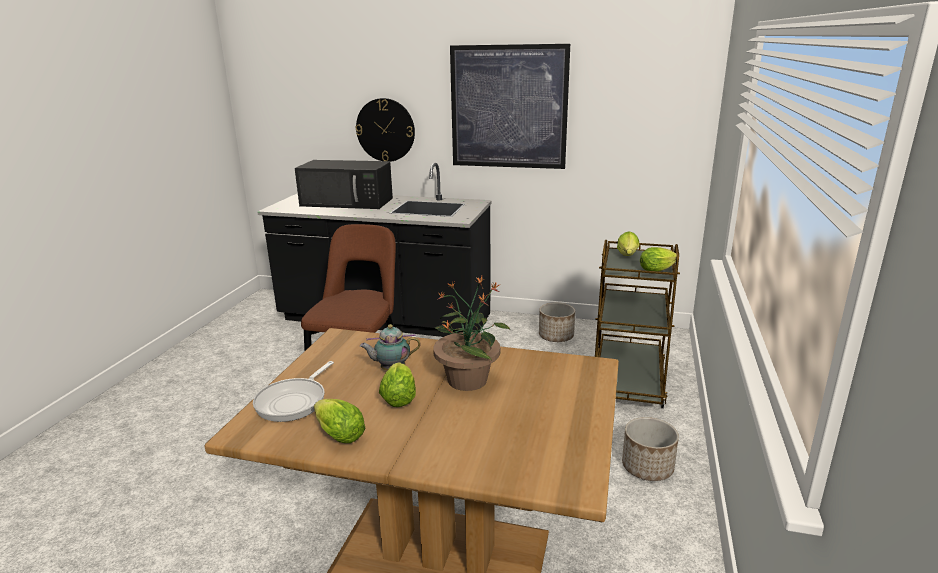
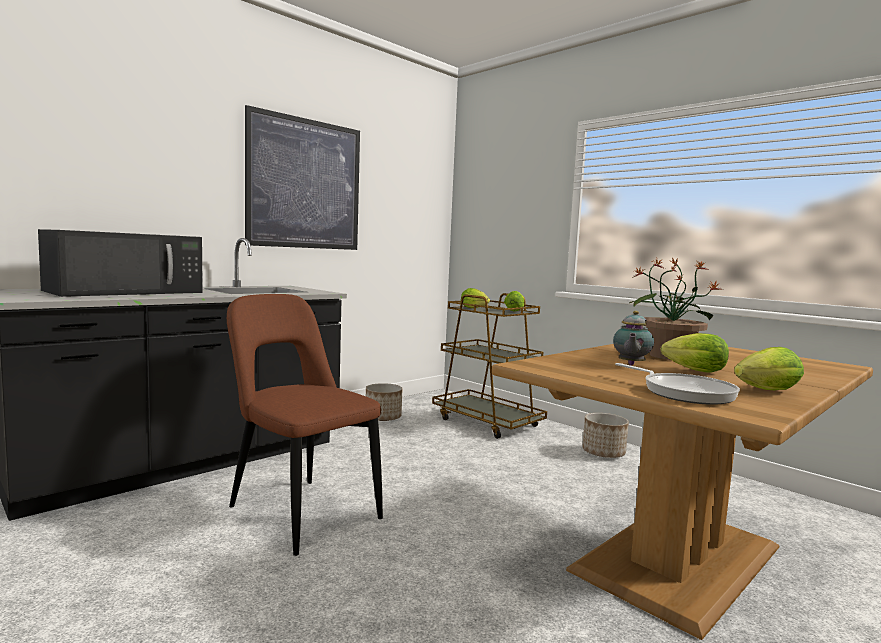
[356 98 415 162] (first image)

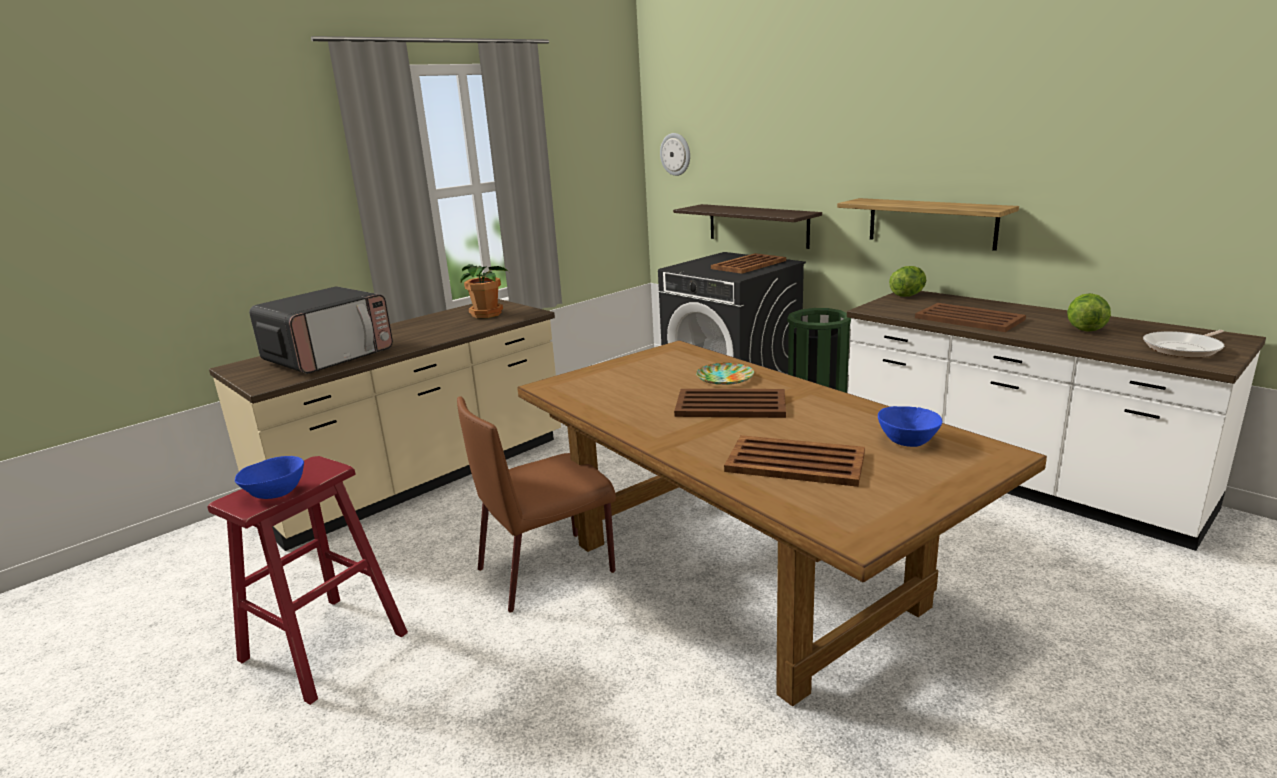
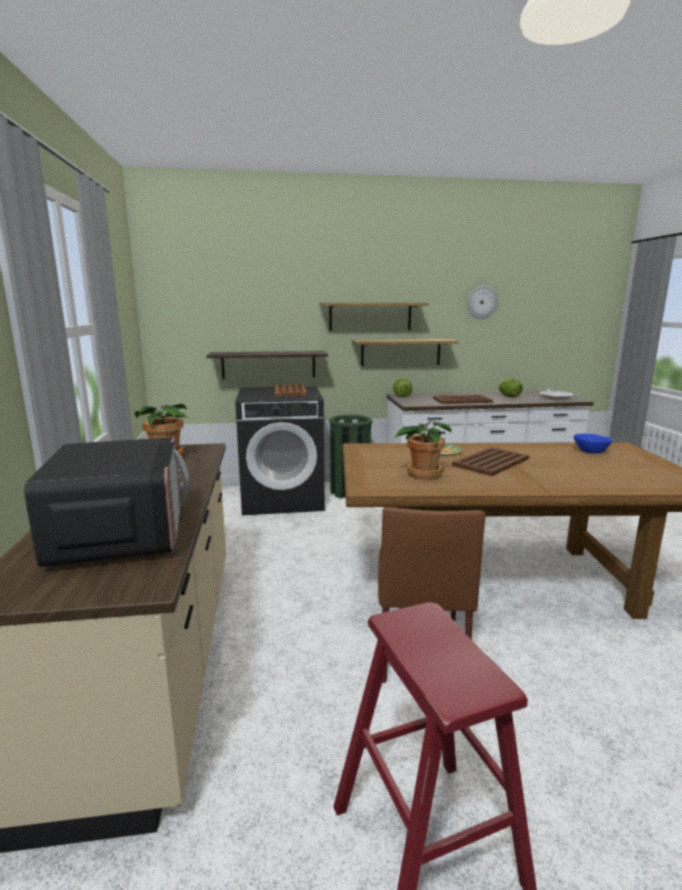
[235 456 304 499] (first image)
[467 286 498 319]
[724 435 865 487] (first image)
[319 303 429 330]
[394 421 451 480]

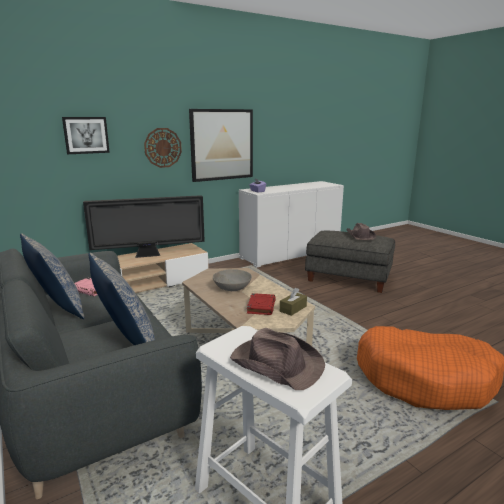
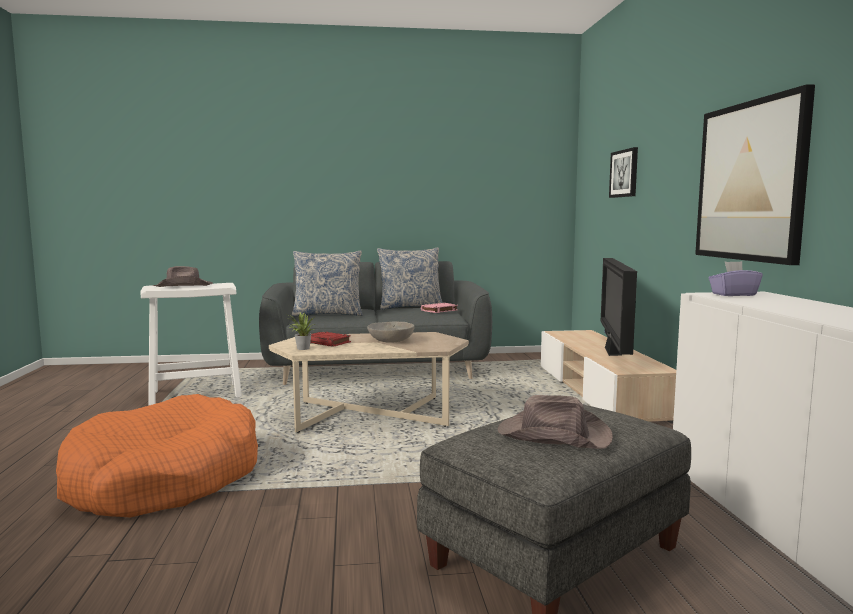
[144 128 182 168] (first image)
[288 313 315 350]

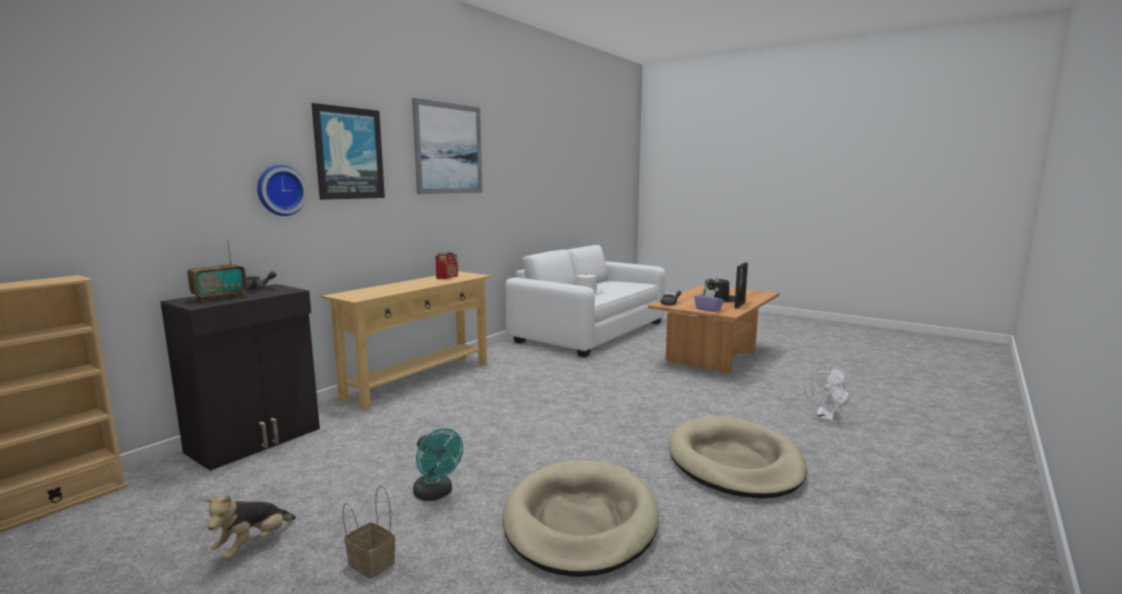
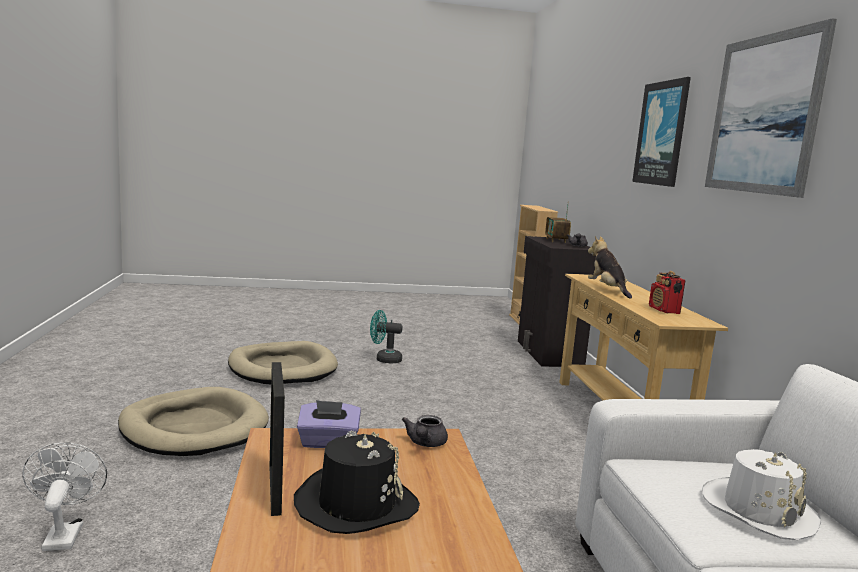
[588 236 632 299]
[257 165 307 216] (first image)
[343 485 395 579] (first image)

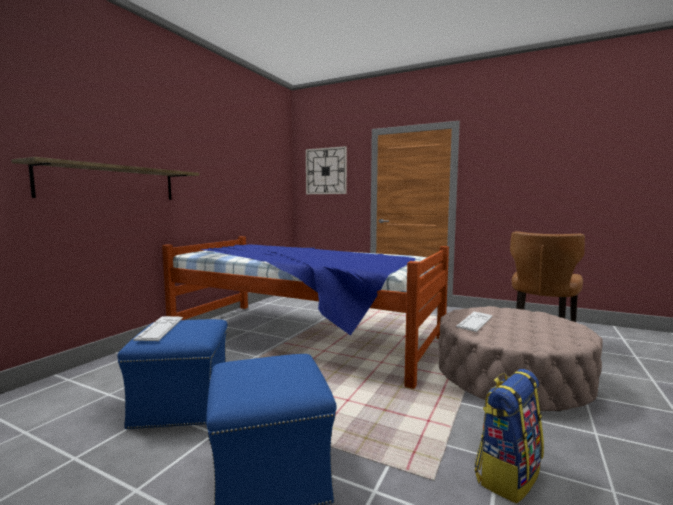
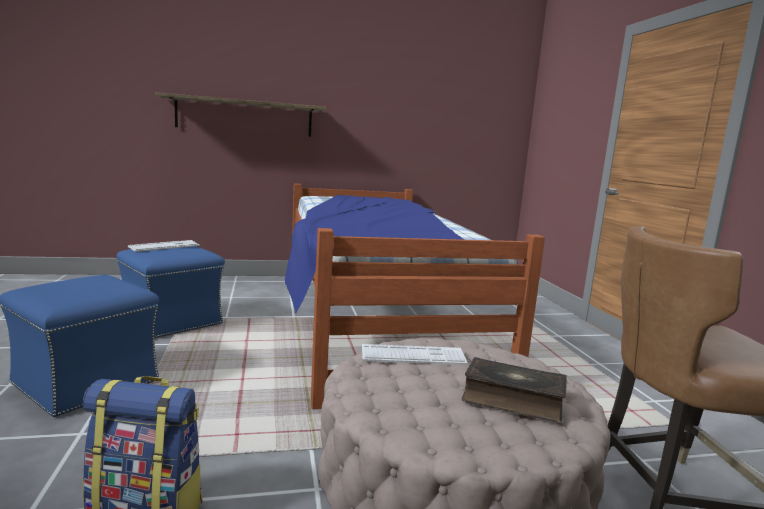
[306 146 347 194] (first image)
[462 357 567 423]

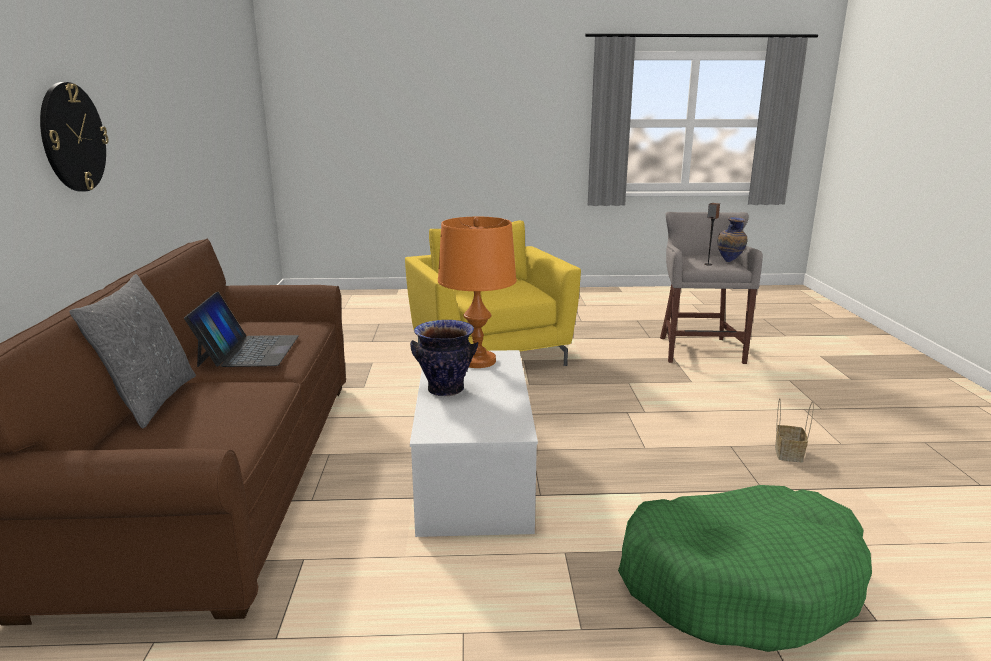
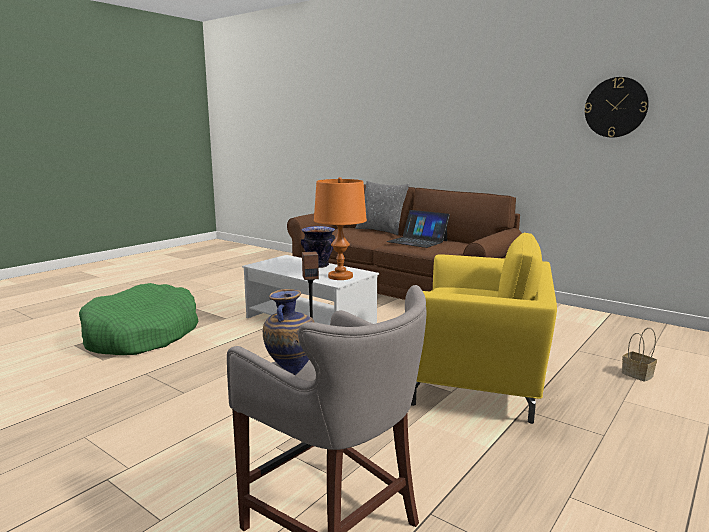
[585 77 649 138]
[622 328 657 382]

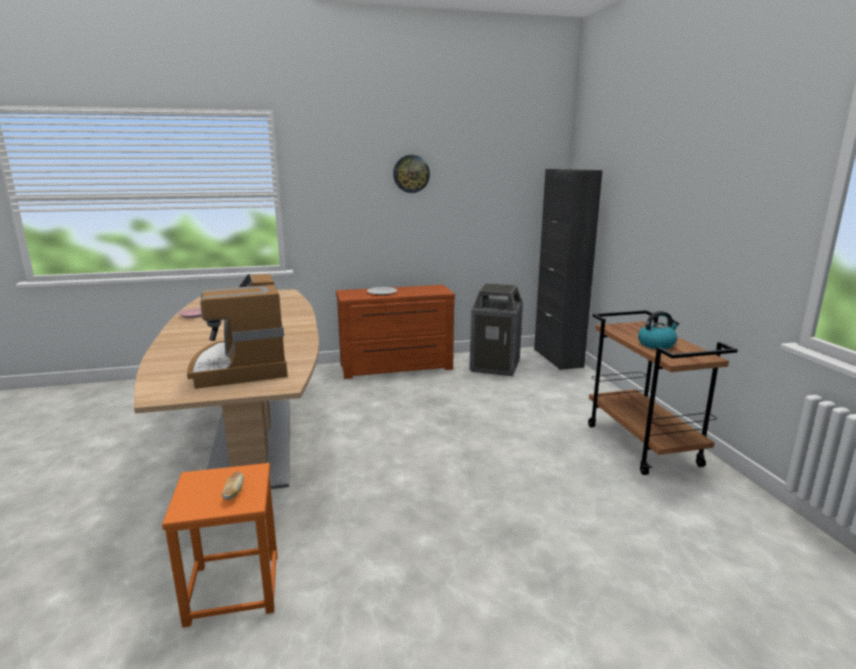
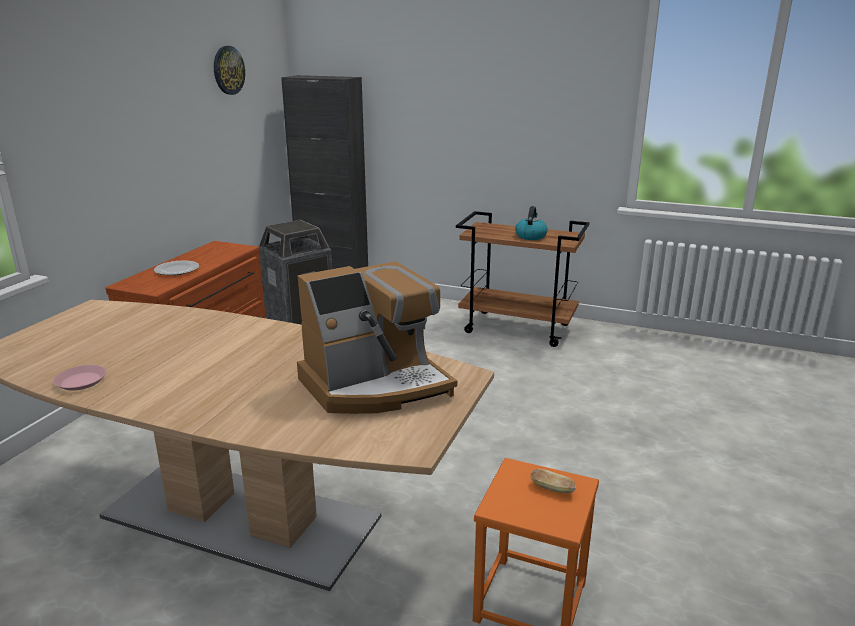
[297 261 457 414]
[214 46 245 95]

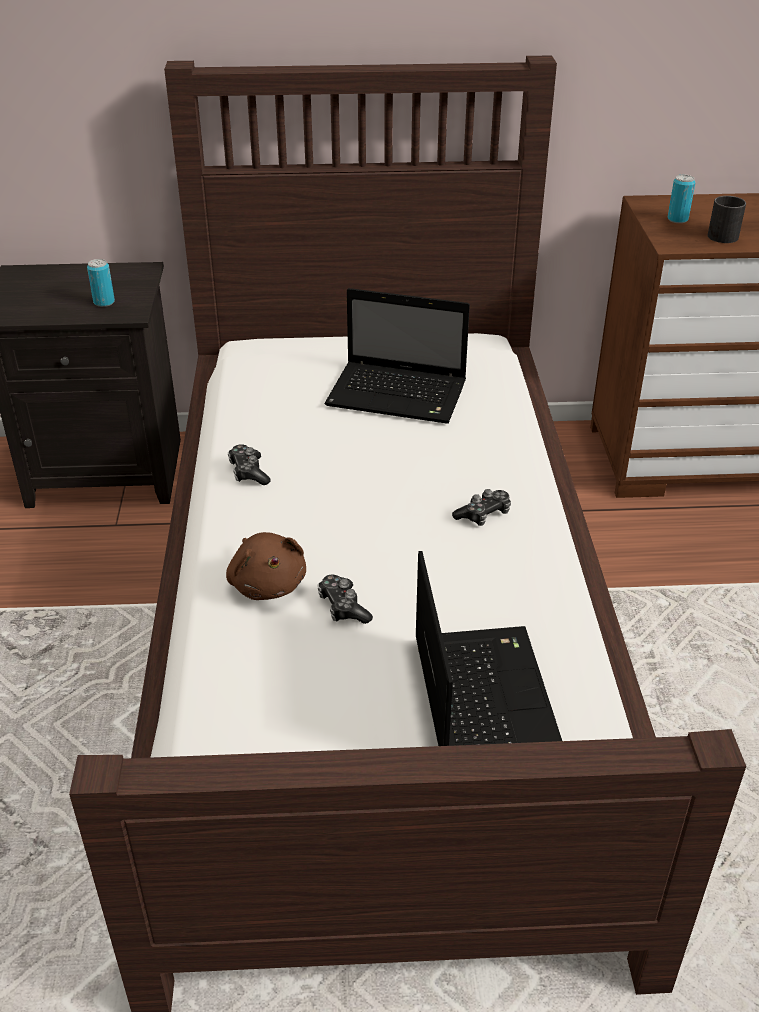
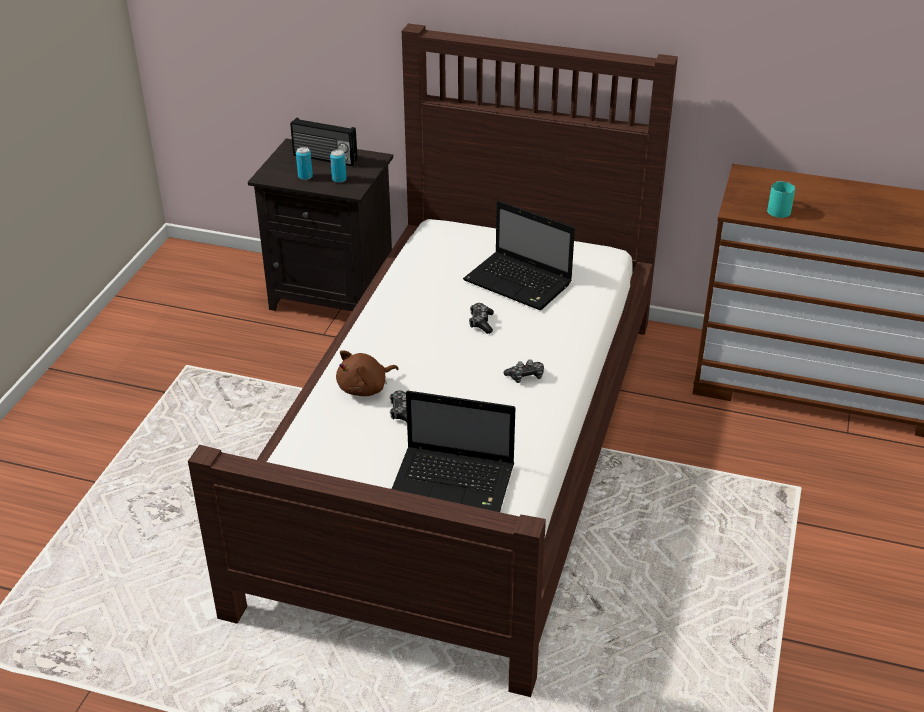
[336 350 399 396]
[469 303 494 334]
[392 391 516 512]
[296 147 313 180]
[767 181 796 218]
[290 117 358 166]

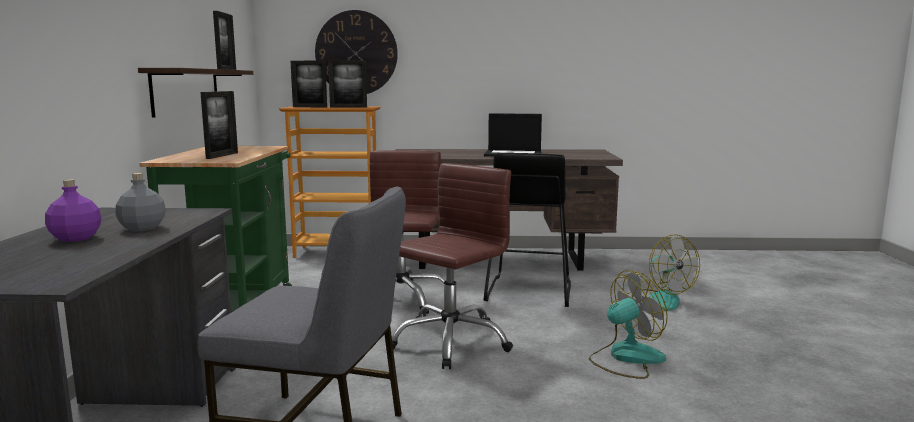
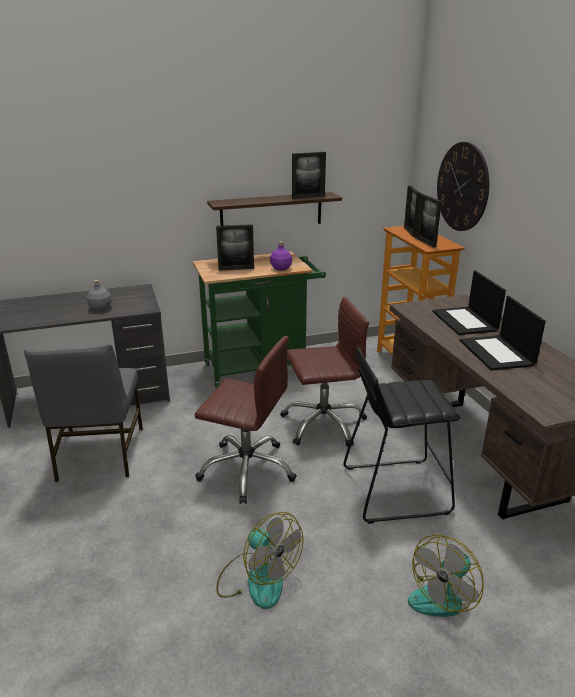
[270 241 292 271]
[432 270 506 335]

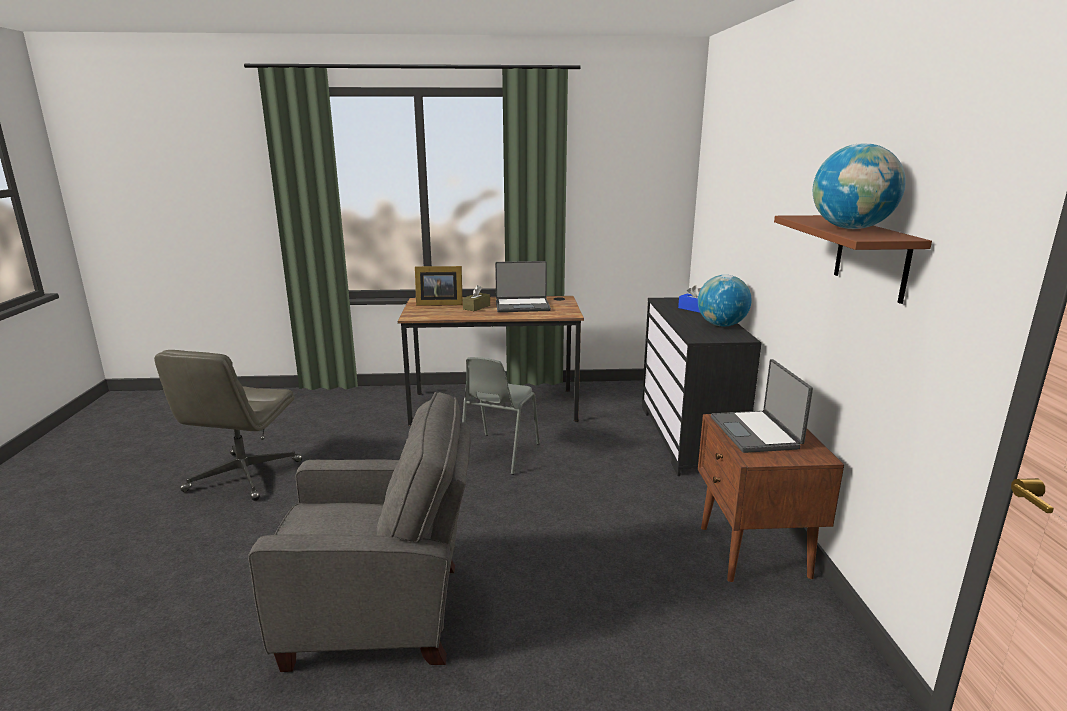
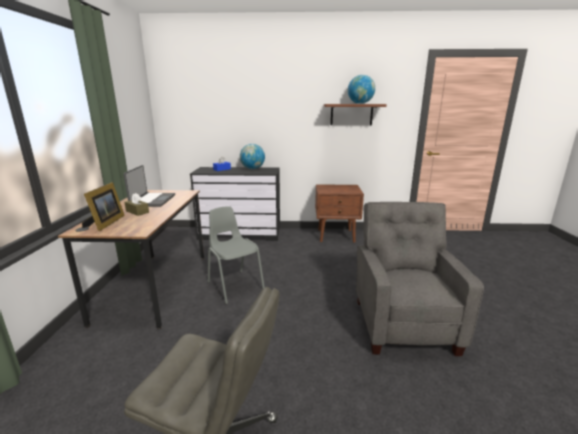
[208 206 265 304]
[711 359 813 453] (first image)

